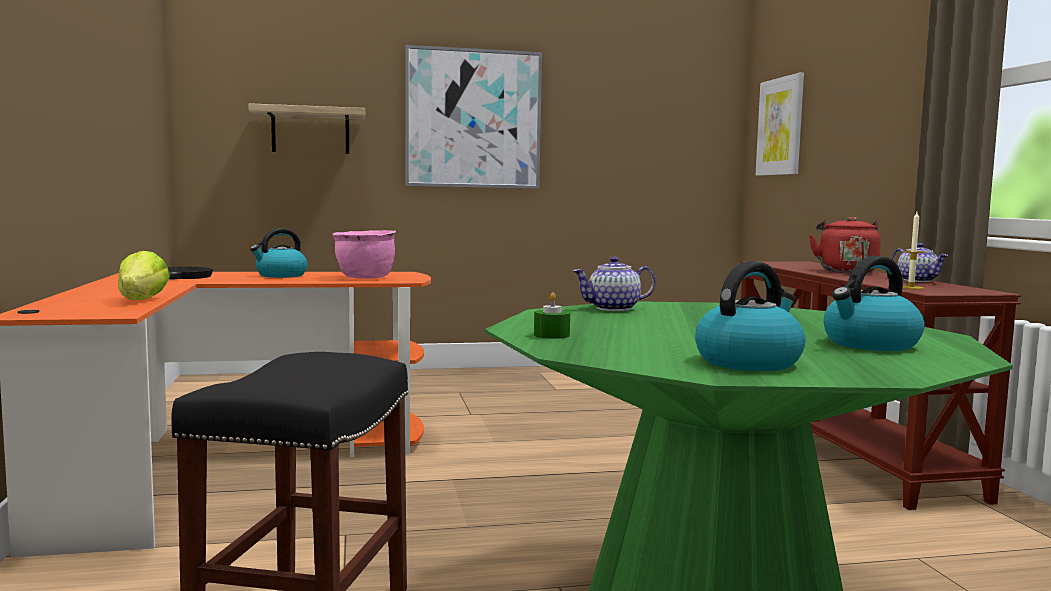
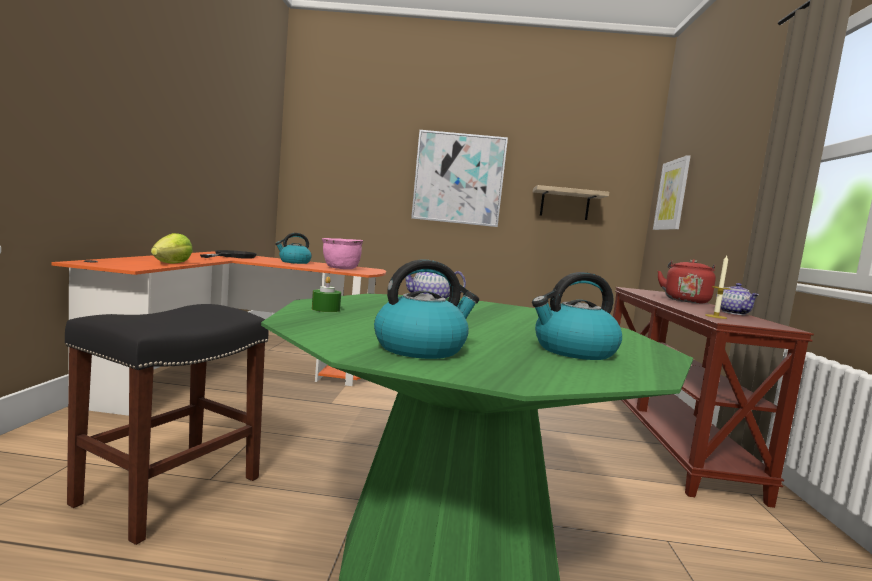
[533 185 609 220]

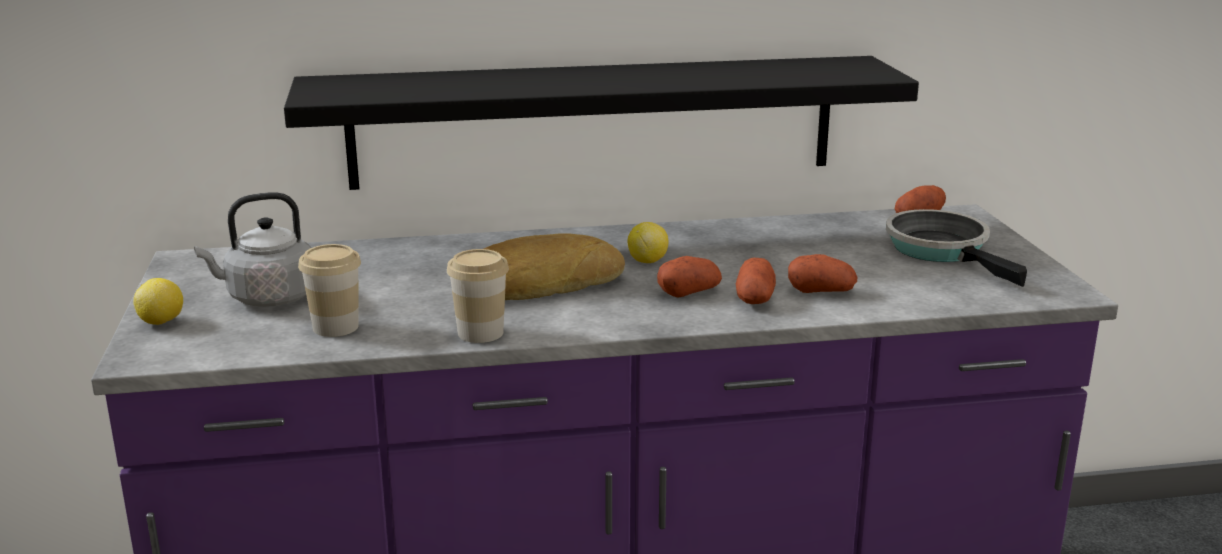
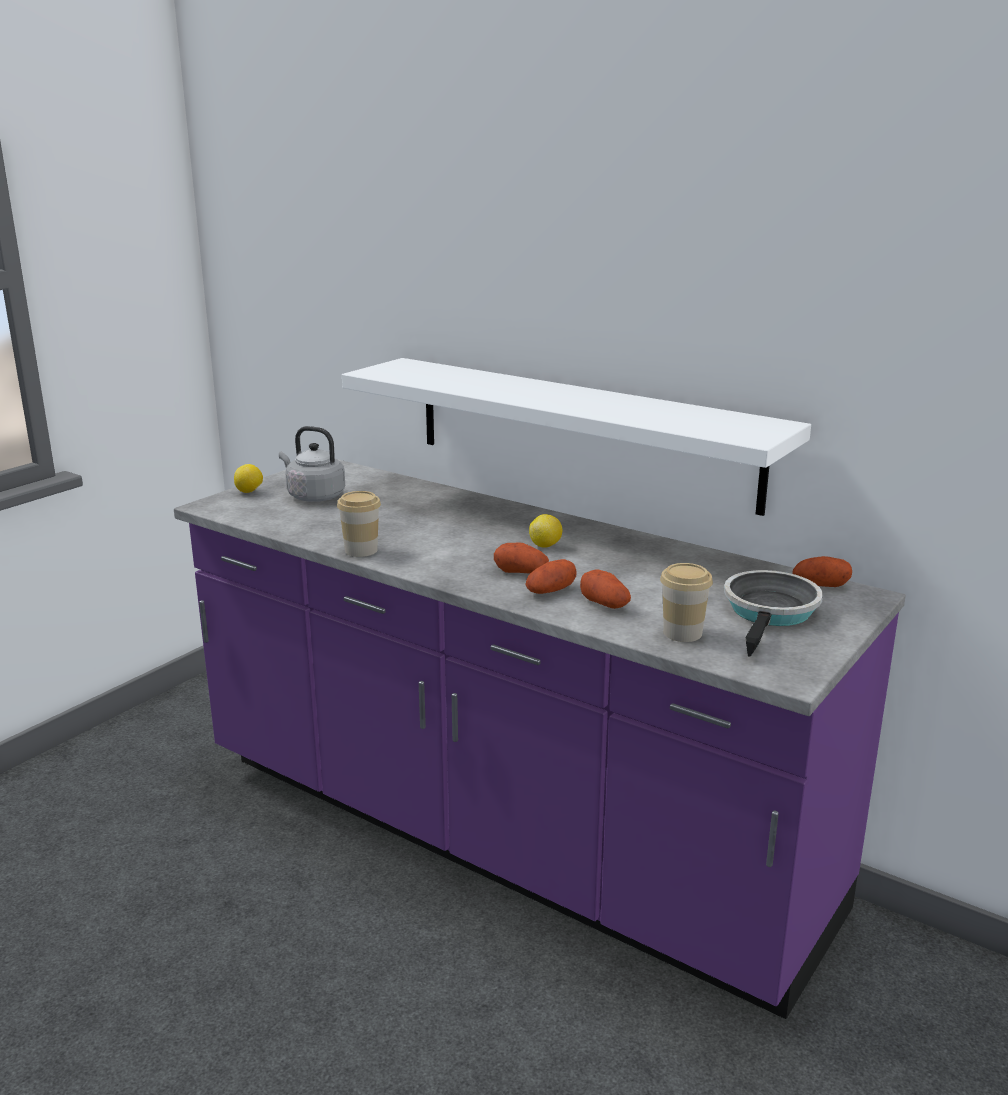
[342 358 811 516]
[660 563 713 642]
[483 233 625 300] (first image)

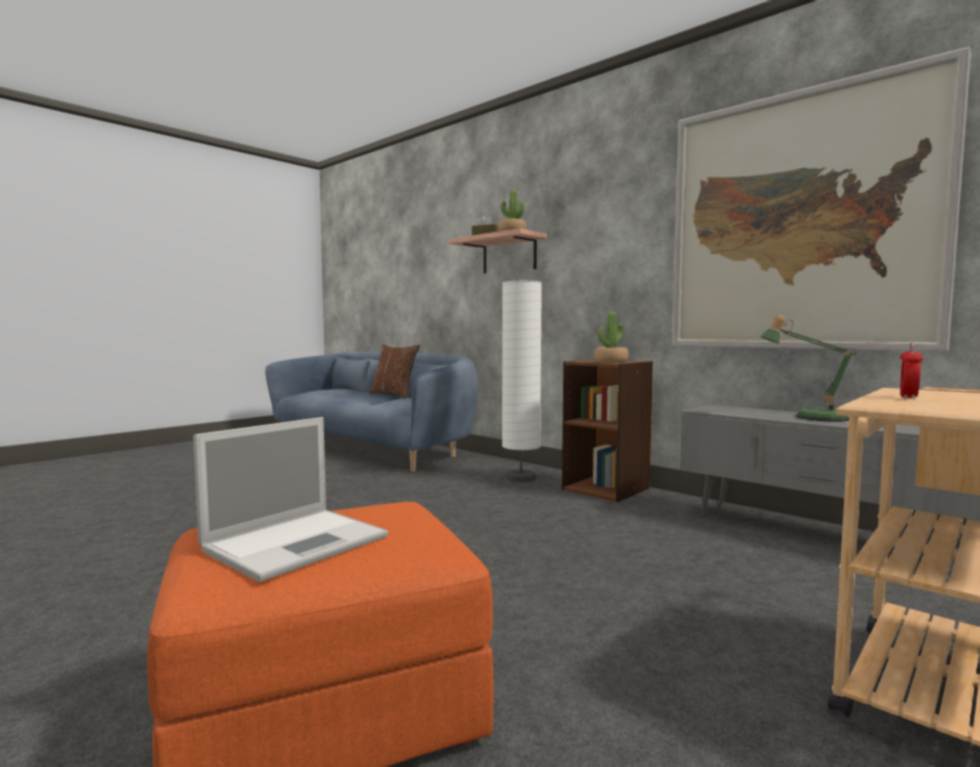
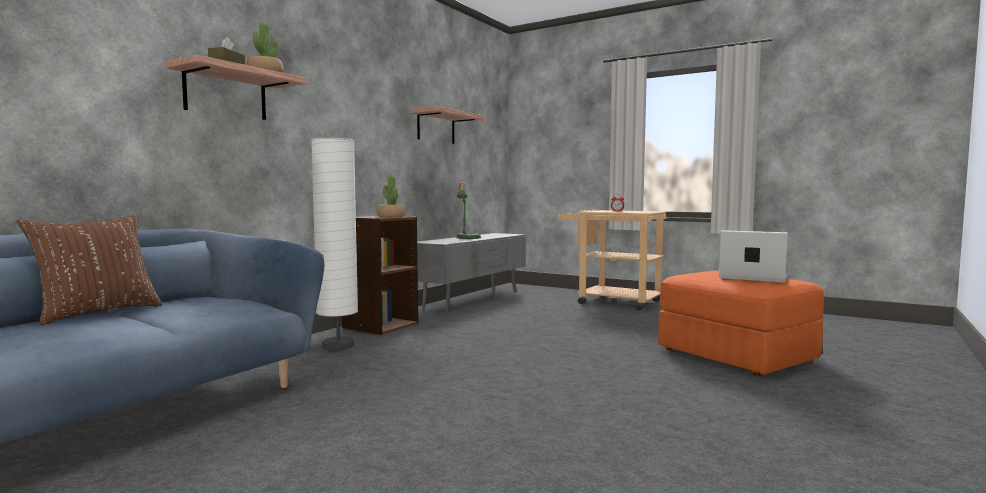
[410 106 486 144]

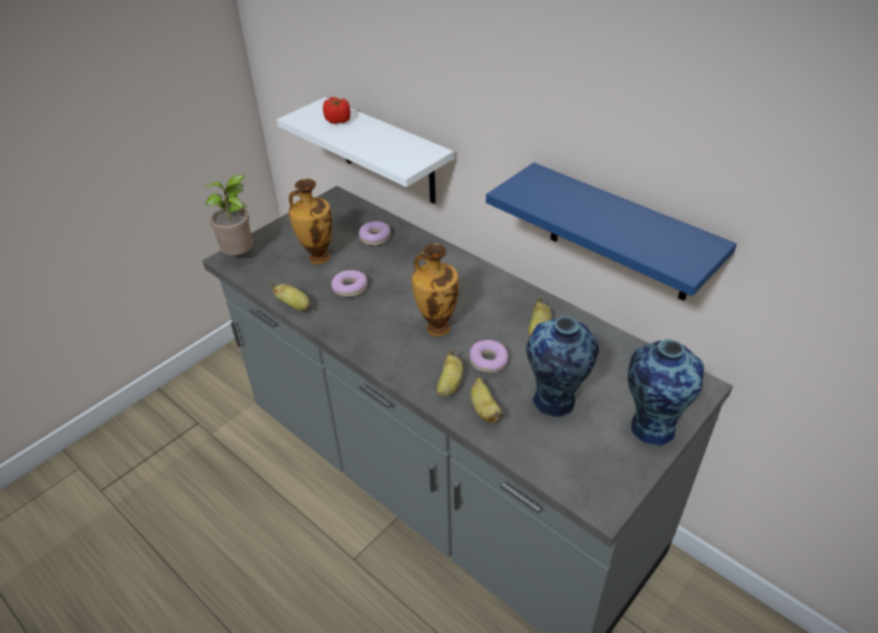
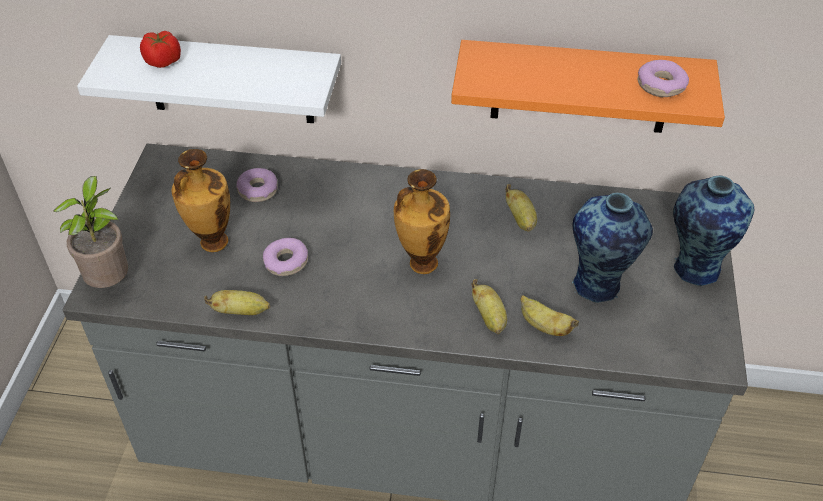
[637 60 689 97]
[451 40 725 133]

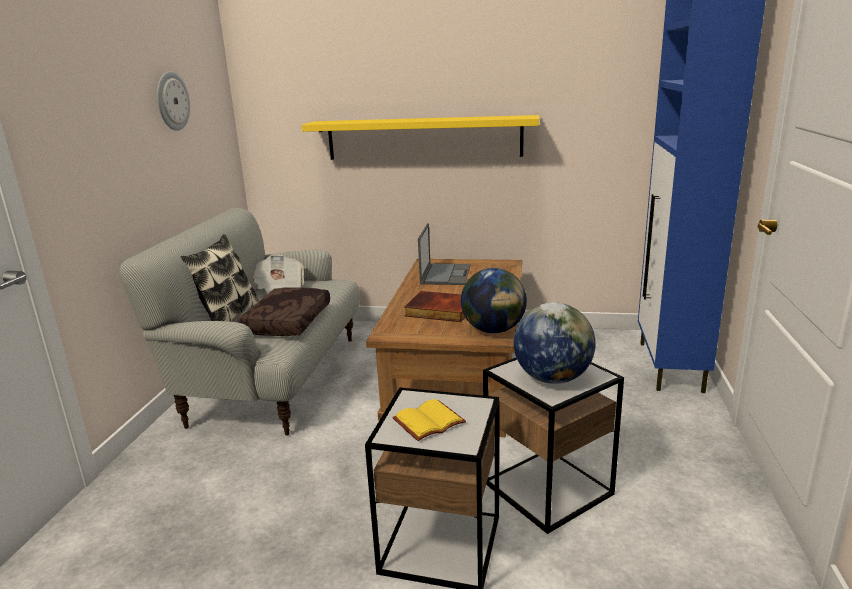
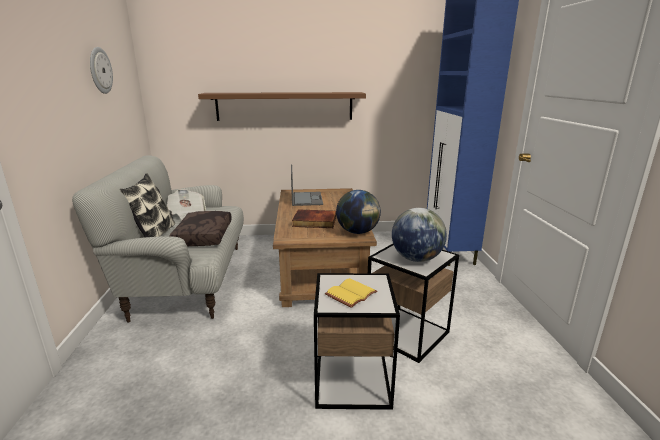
[198 92 366 121]

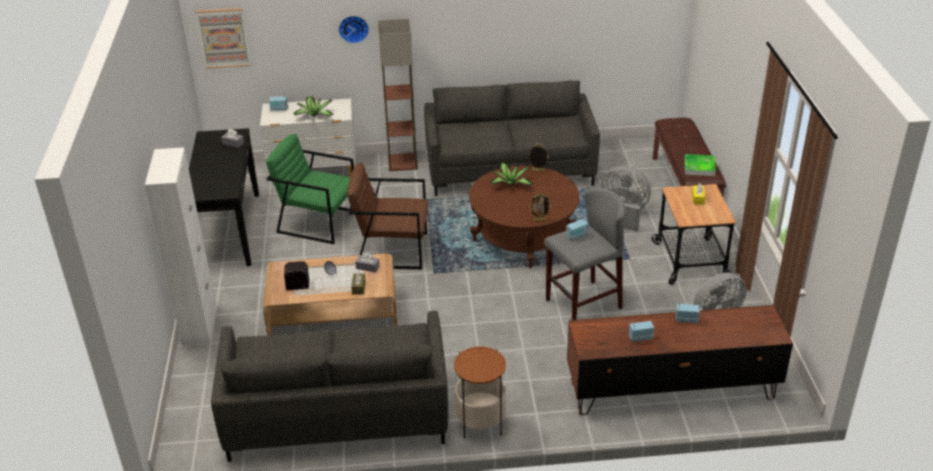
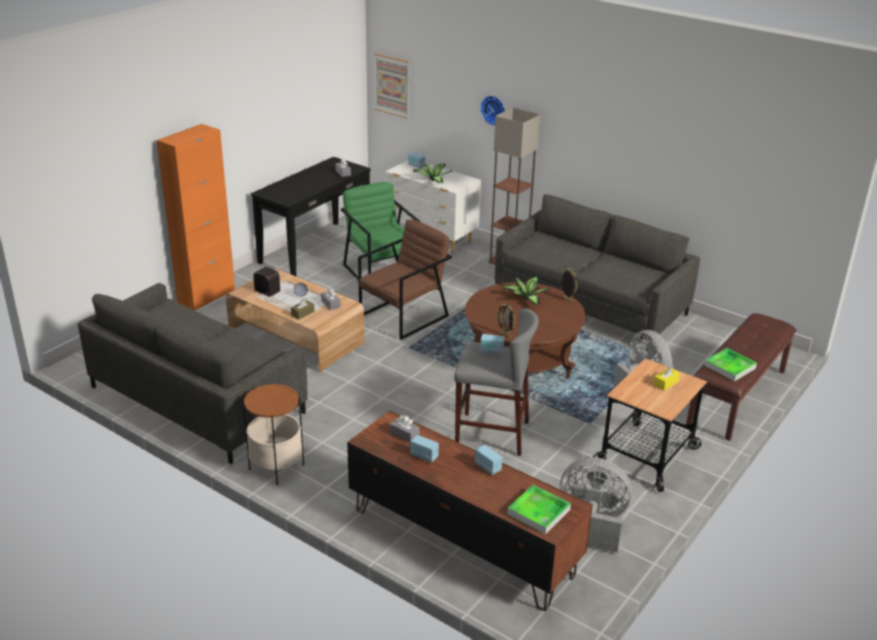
[156 124 235 311]
[358 220 452 340]
[390 415 419 443]
[507 485 571 535]

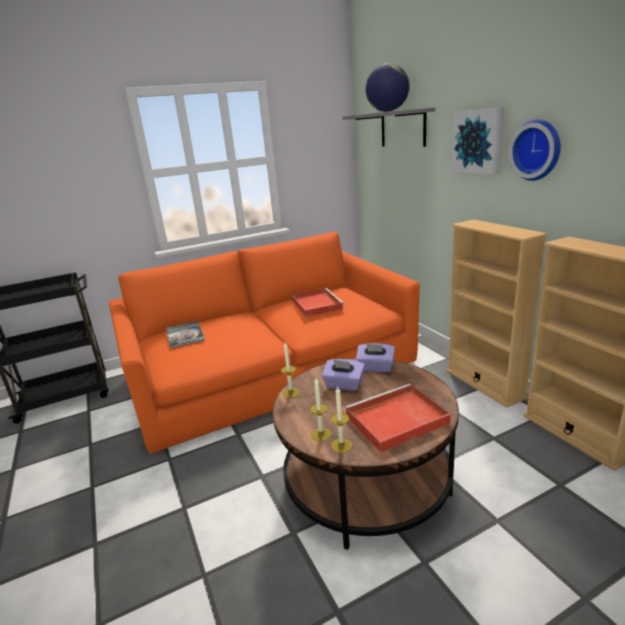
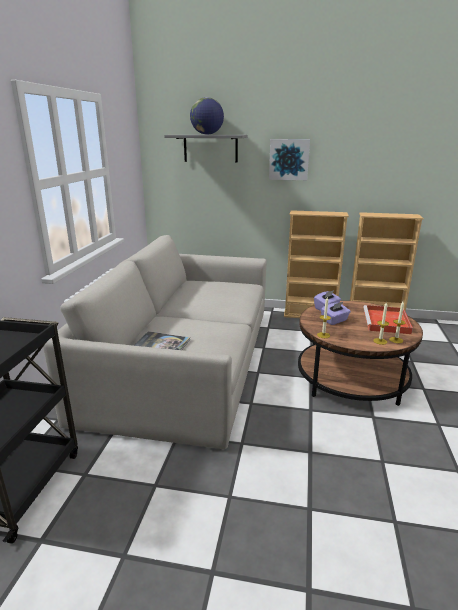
[43 235 267 449]
[291 288 345 317] (first image)
[509 119 561 181] (first image)

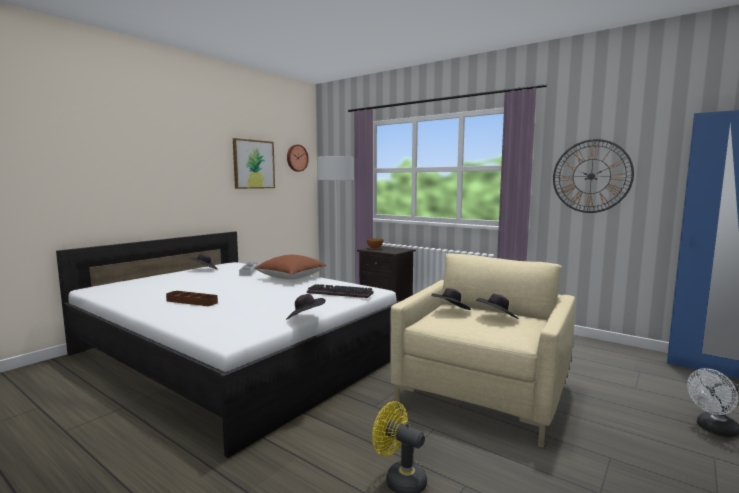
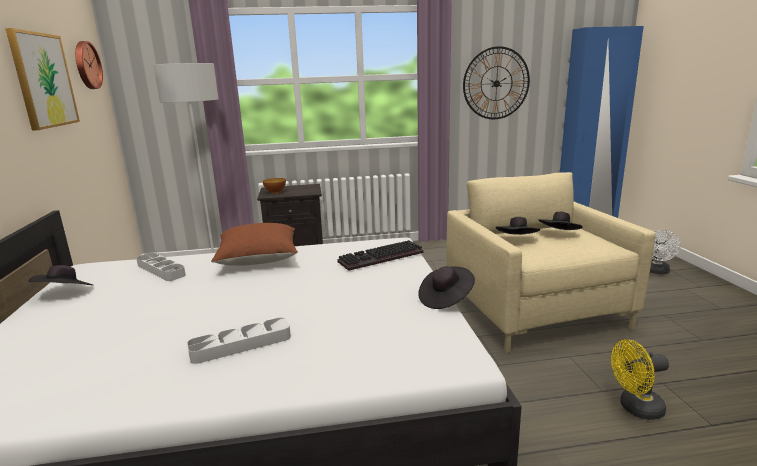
[187 317 291 364]

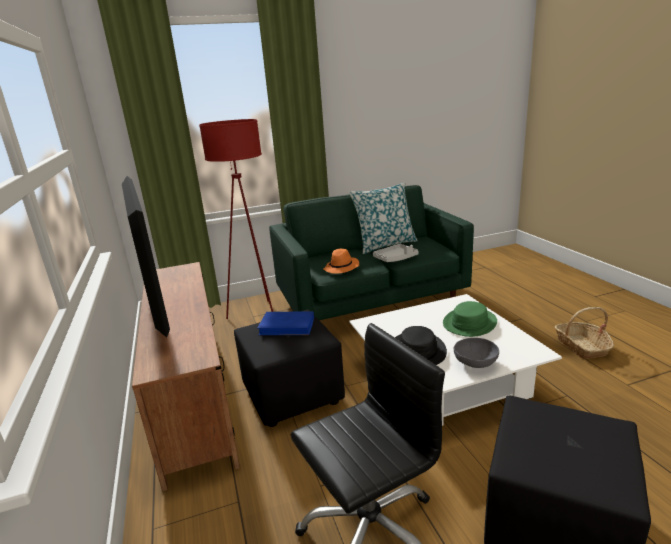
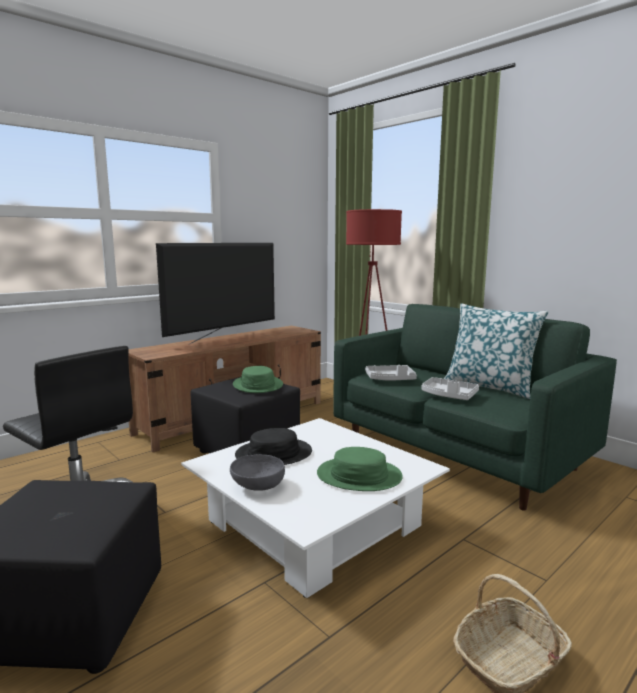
[233 366 283 393]
[365 365 417 381]

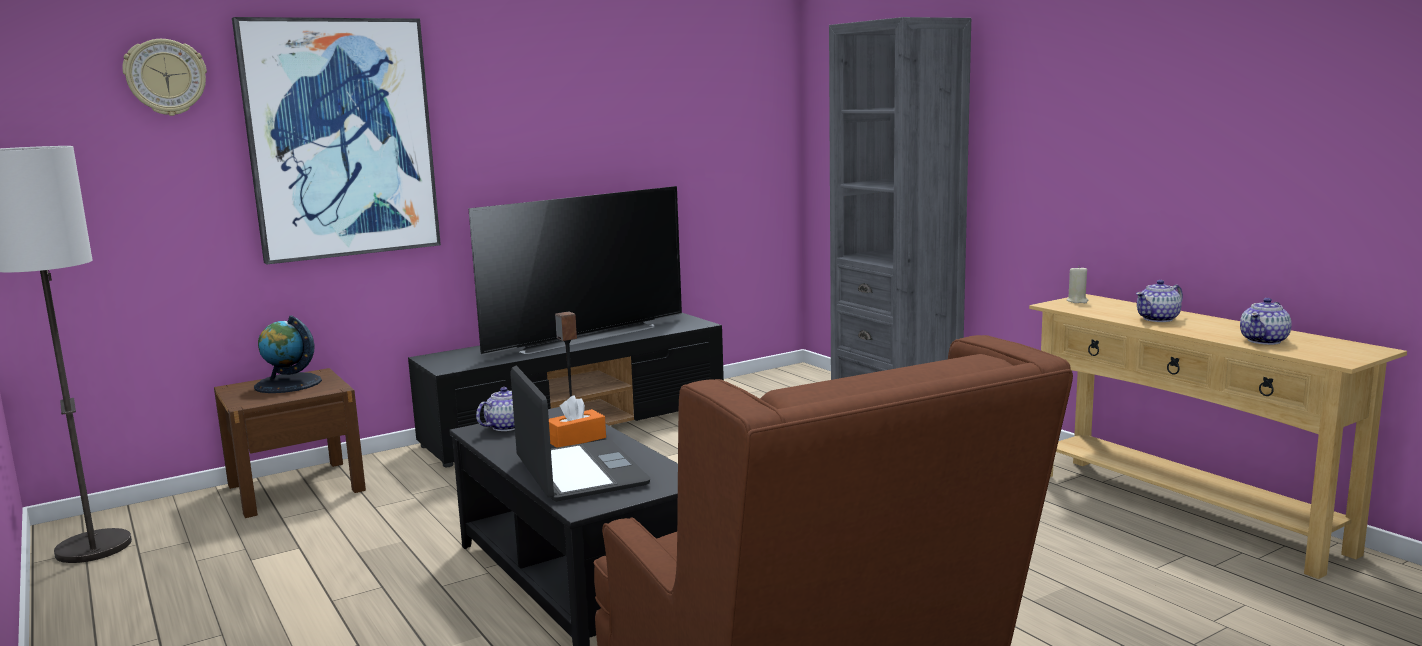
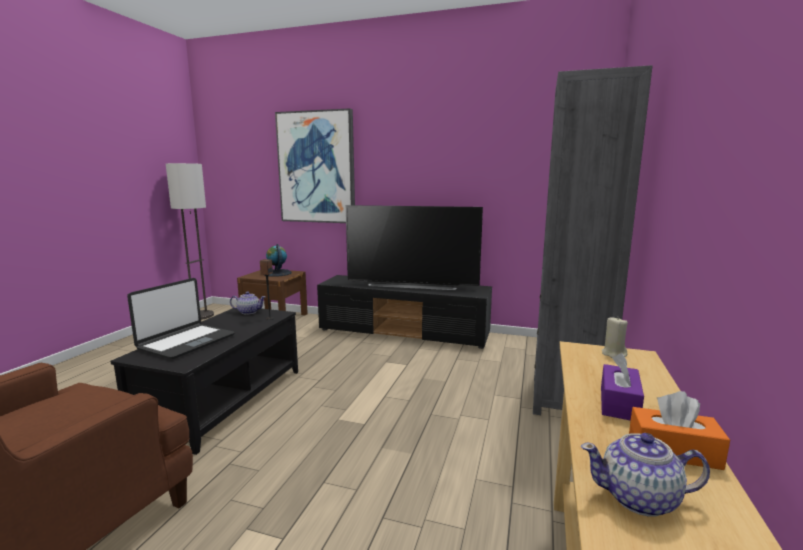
[122 39 207 116] (first image)
[629 391 730 470]
[601 353 644 421]

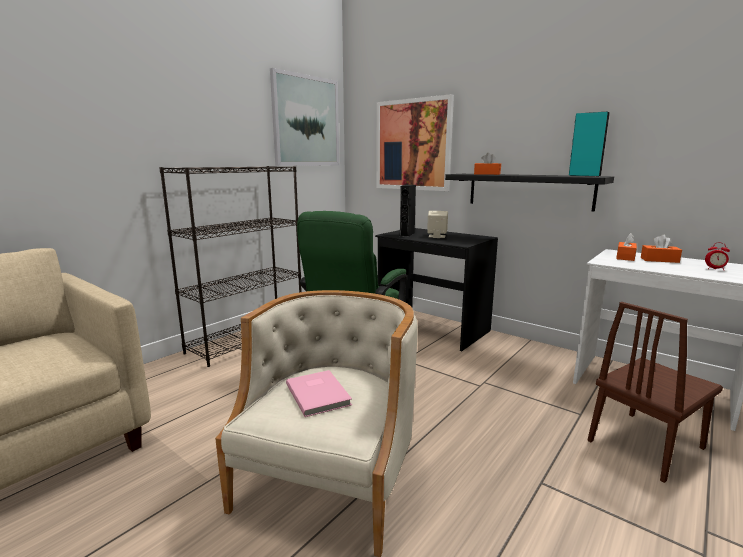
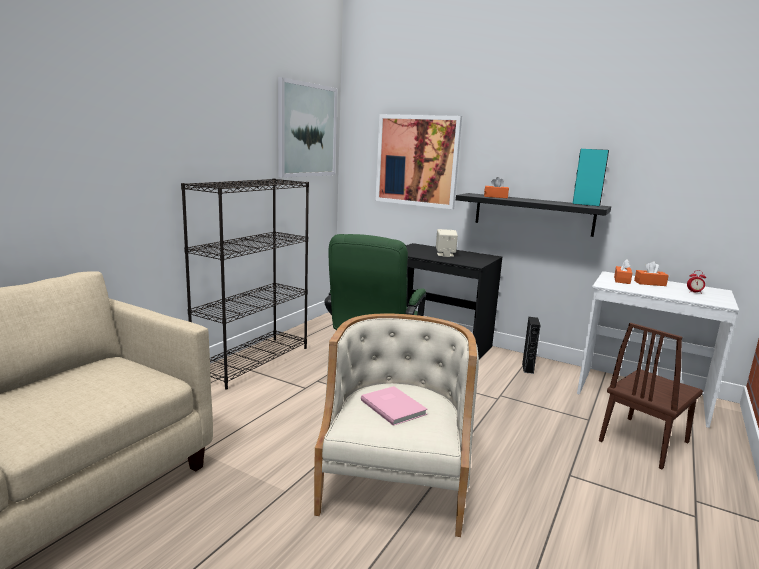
[522 317 540 374]

